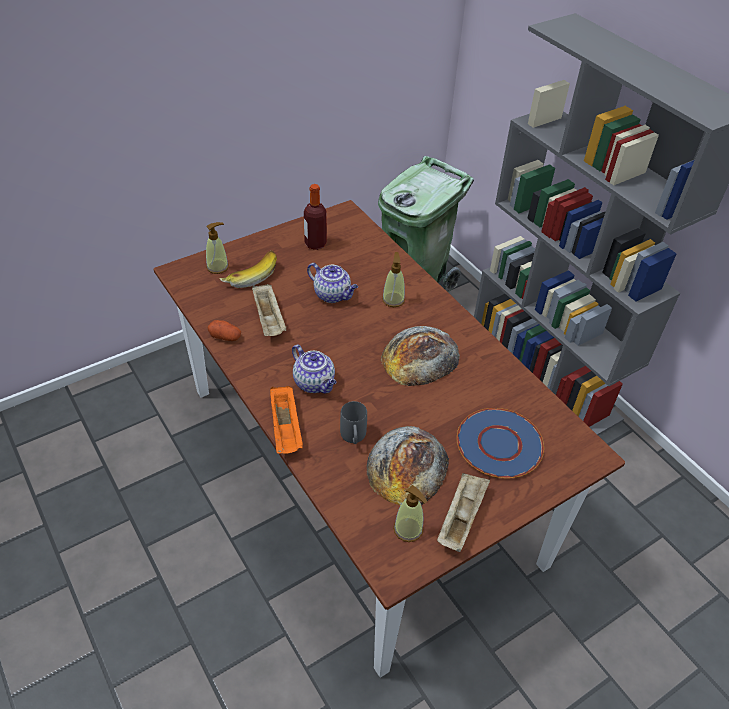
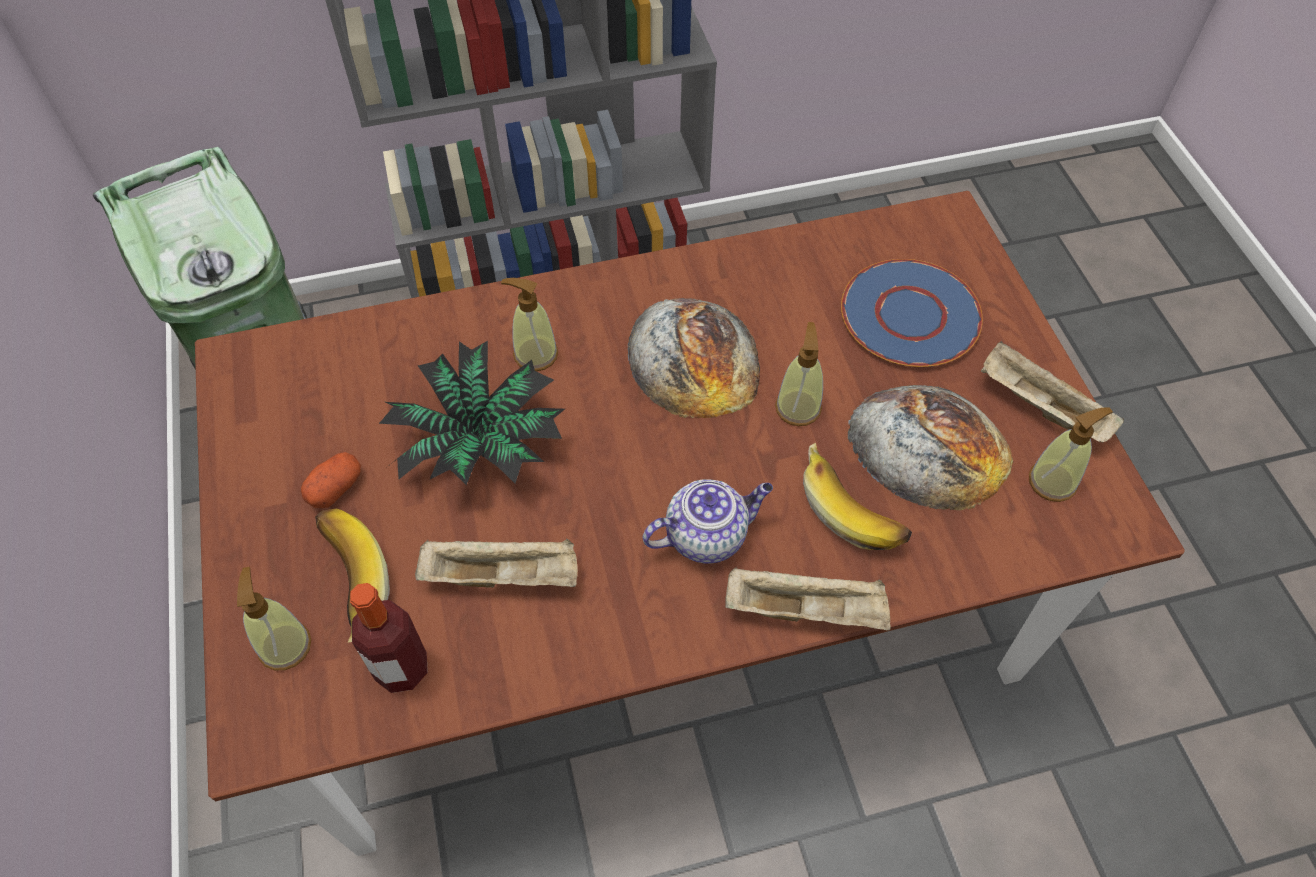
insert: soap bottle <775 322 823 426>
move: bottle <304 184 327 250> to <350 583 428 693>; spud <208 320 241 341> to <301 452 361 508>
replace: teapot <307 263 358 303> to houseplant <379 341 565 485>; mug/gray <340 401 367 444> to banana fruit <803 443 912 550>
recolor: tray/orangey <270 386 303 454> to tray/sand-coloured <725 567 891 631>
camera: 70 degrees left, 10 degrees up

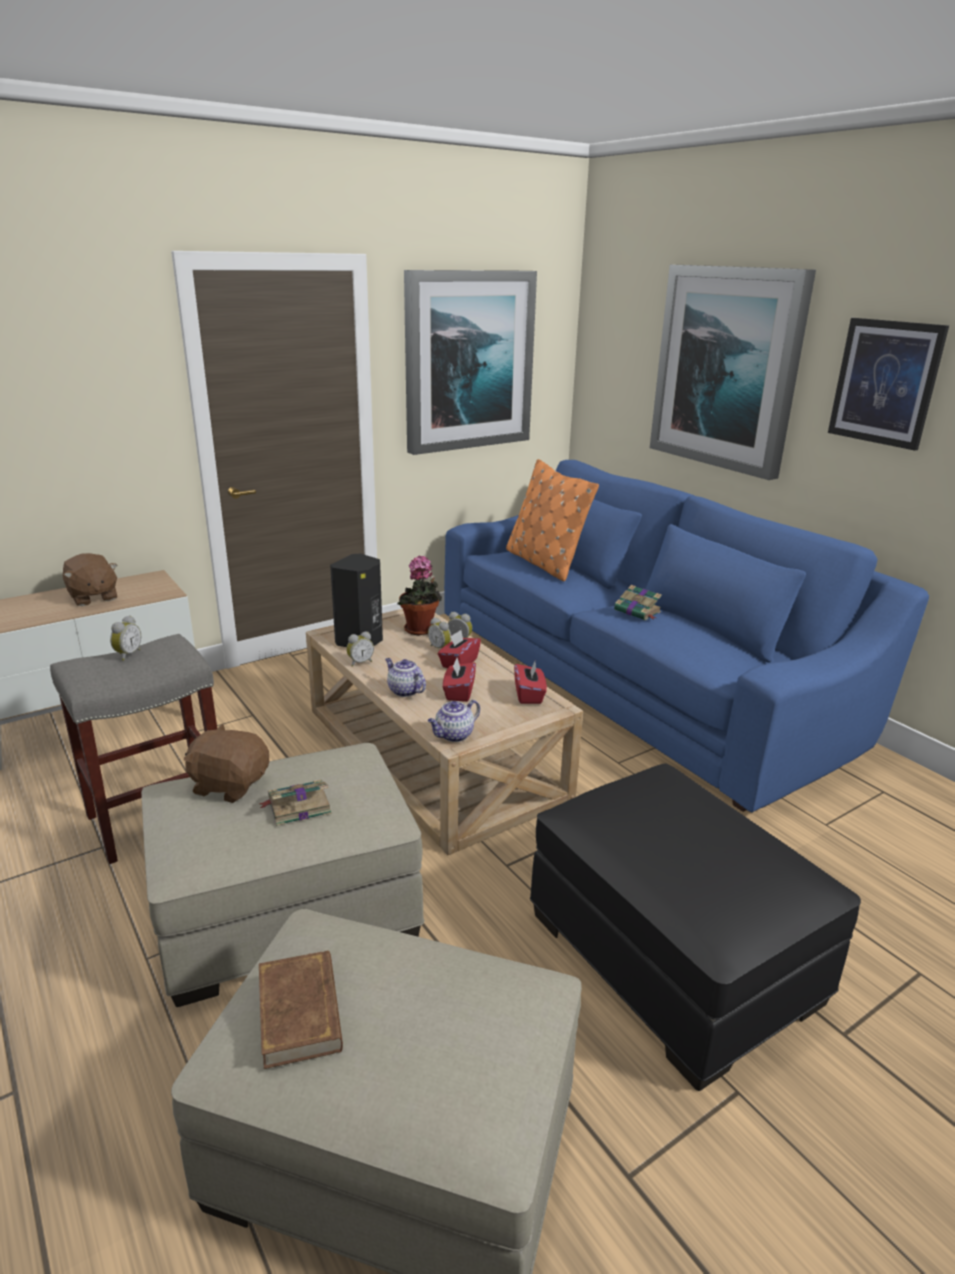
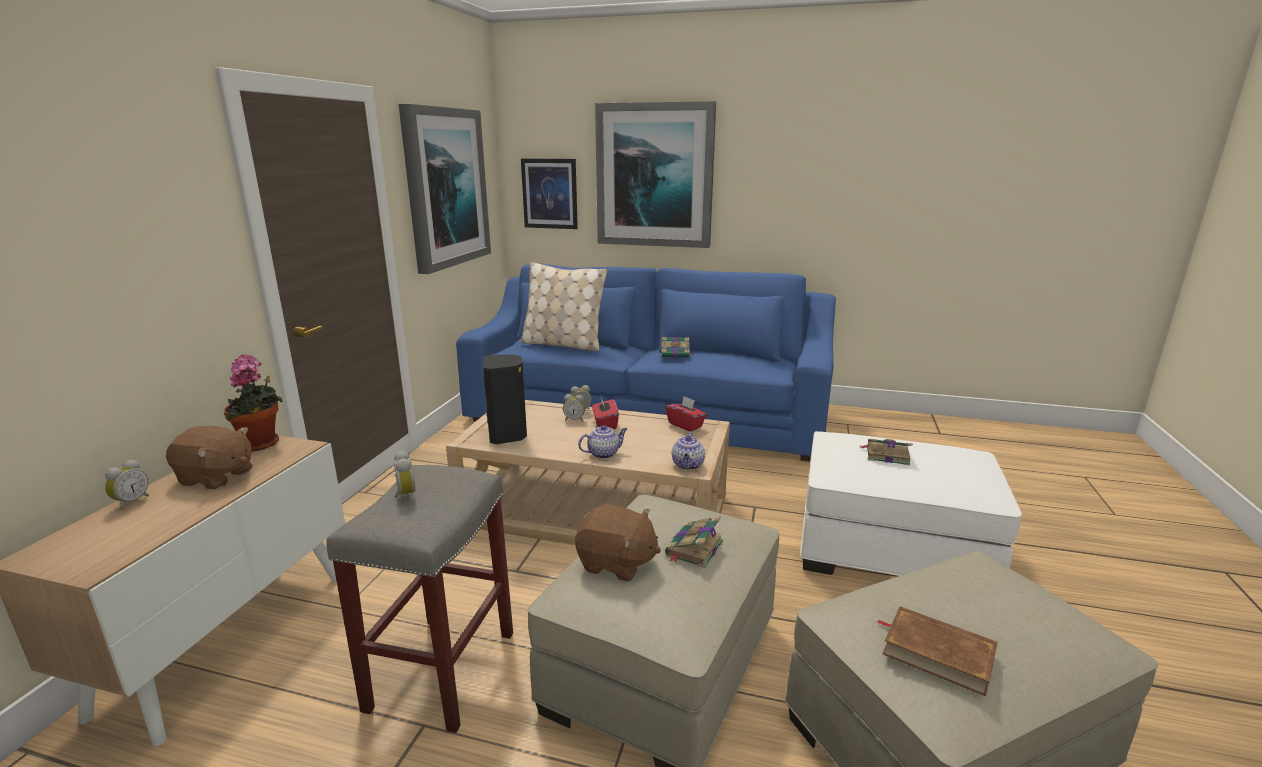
delete: tissue box/red <443 658 476 702>
insert: book <860 439 913 465>
move: wall art <828 318 949 451> to <521 158 578 229>; houseplant <397 555 442 636> to <224 354 282 451>; bedside clock <346 632 374 667> to <105 459 149 510>
recolor: pillow/orangey <506 459 599 581> to pillow/sand-coloured <520 262 607 351>; pouffe/black-coloured <530 763 861 1091> to pouffe/white <800 431 1022 576>
rotate: teapot <385 658 426 697> = <578 425 627 459> 150 degrees clockwise; soft toy/brown <184 723 269 803> = <575 504 661 582> 135 degrees counterclockwise
camera: 40 degrees left, 5 degrees down

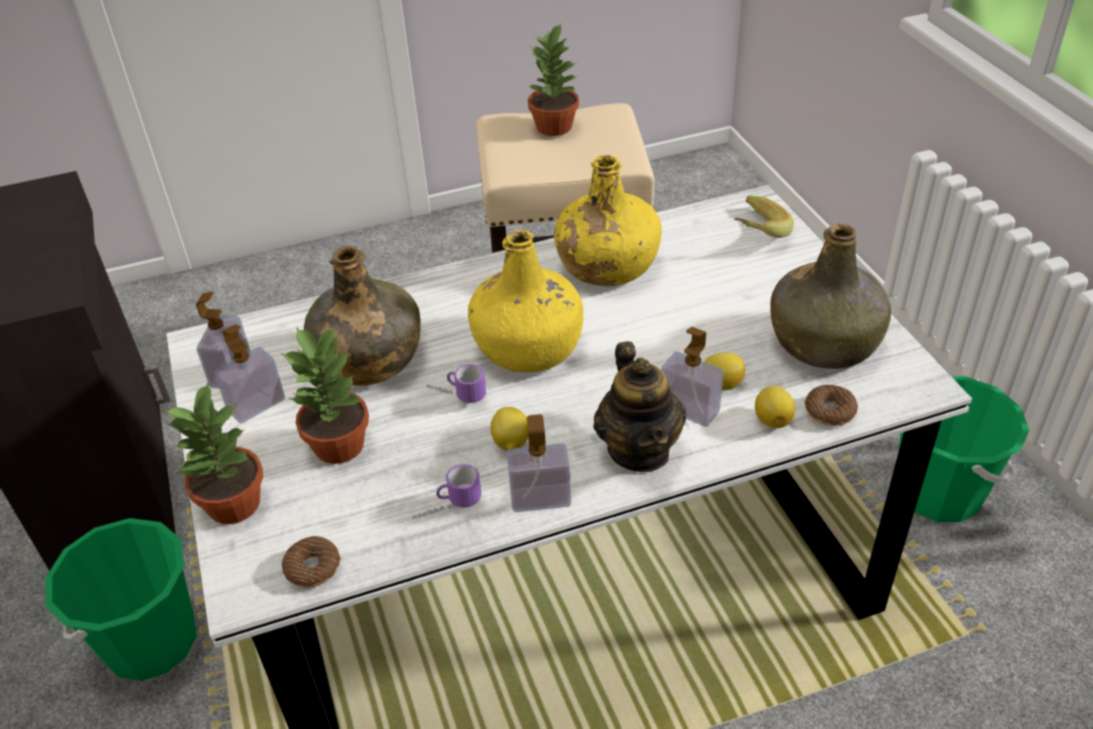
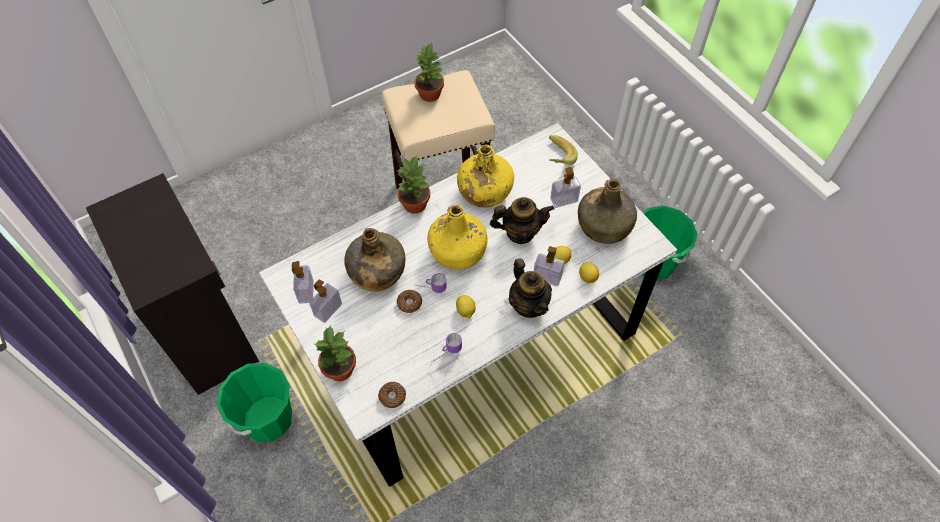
insert: teapot <490 197 554 244>
move: houseplant <280 327 369 464> to <397 156 431 214>; doughnut <805 385 858 426> to <397 290 422 313>; soap bottle <507 414 571 512> to <550 167 581 208>
camera: 15 degrees left, 15 degrees up

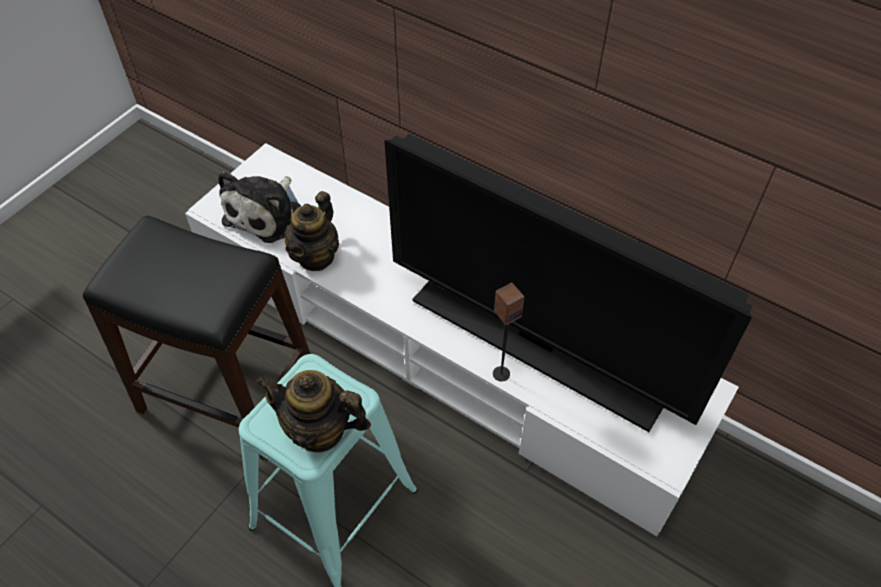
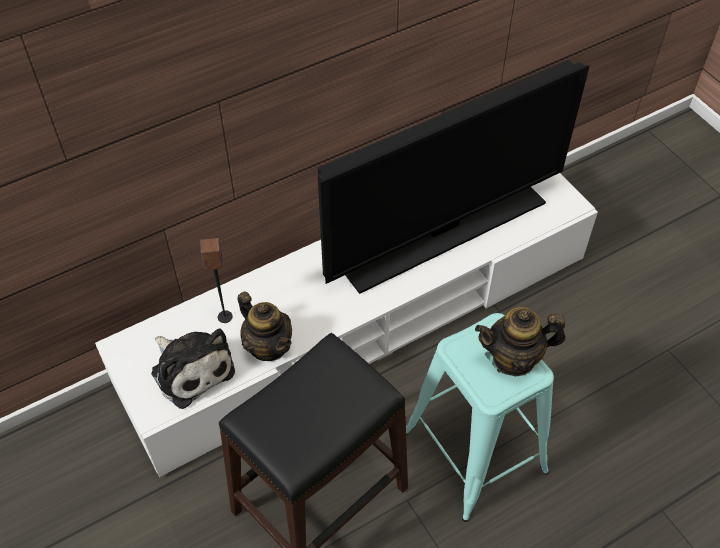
move: speaker <493 282 525 381> to <200 238 233 323>
rotate: teapot <256 370 371 453> = <475 307 566 376> 45 degrees clockwise
camera: 65 degrees left, 0 degrees up

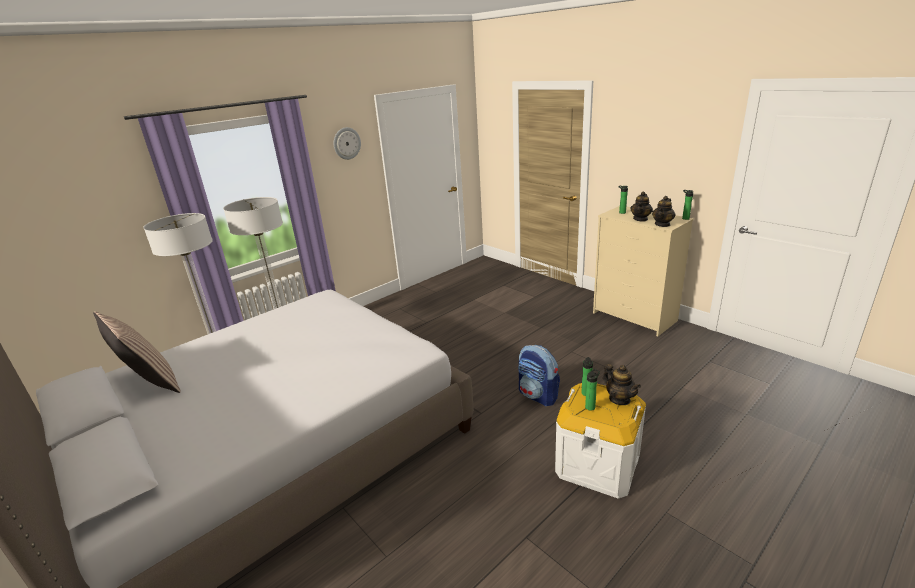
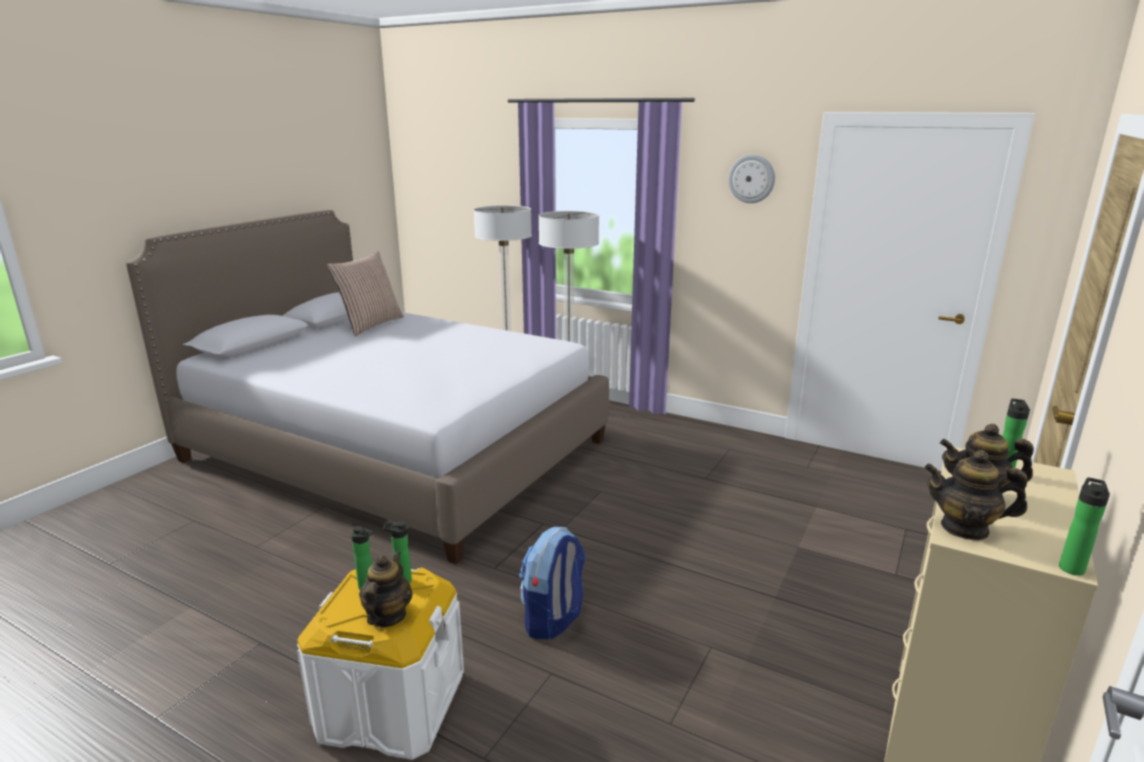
rotate: teapot <603 364 641 405> = <359 551 413 627> 150 degrees clockwise
camera: 70 degrees right, 5 degrees down

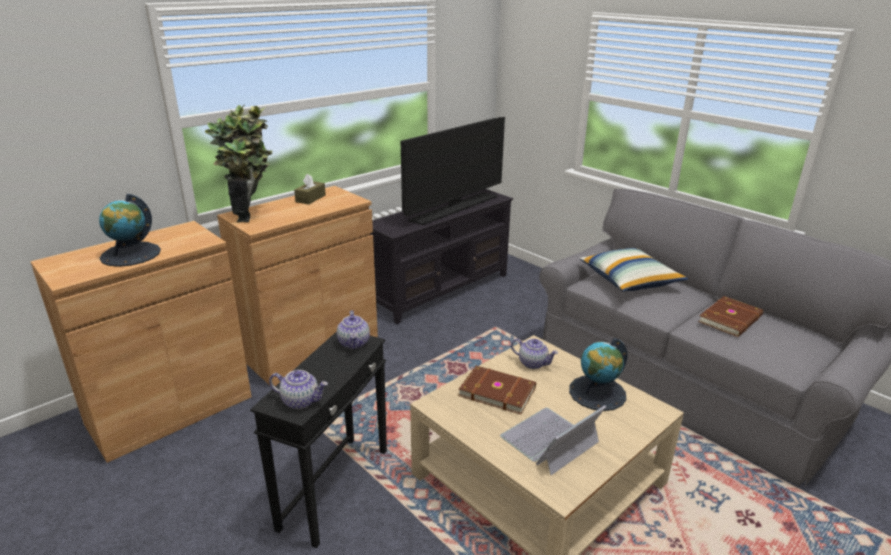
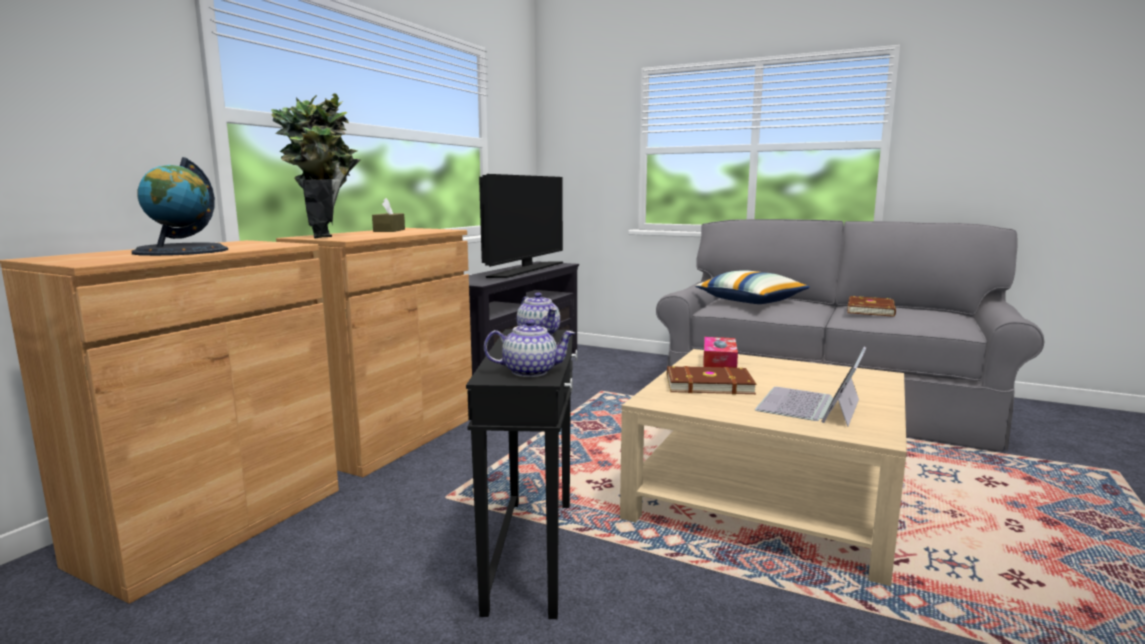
delete: desk globe <569 338 628 411>
replace: teapot <511 338 558 369> to tissue box <703 337 738 368>
camera: 20 degrees left, 15 degrees down

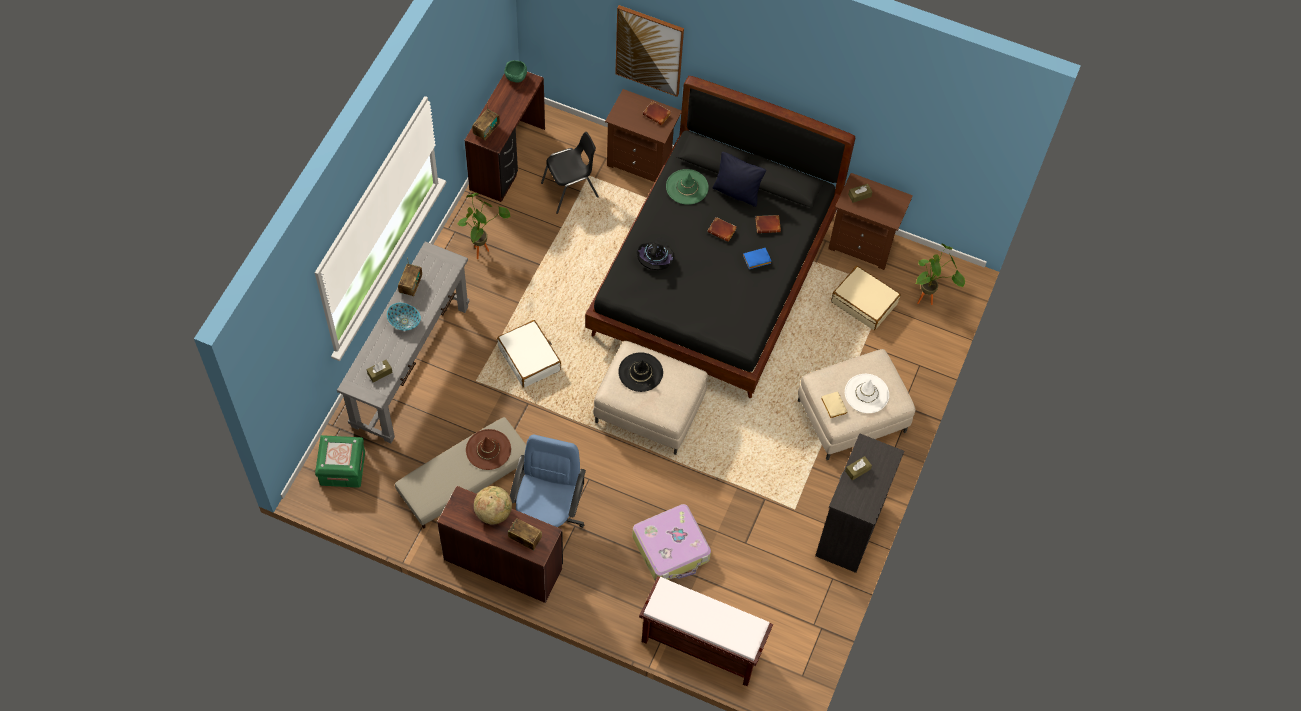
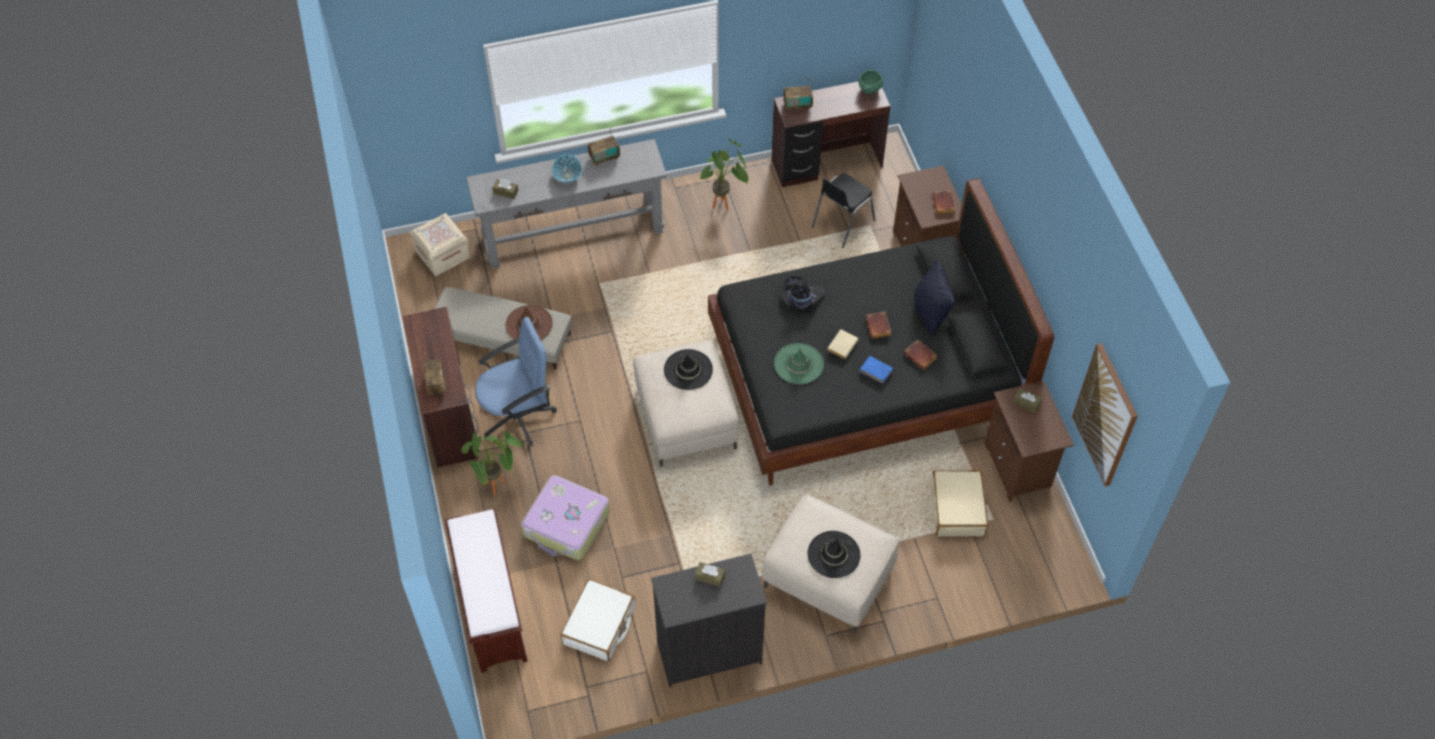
delete: desk globe <474 486 512 524>
move: wall art <615 5 684 97> to <1072 343 1138 486>; hat/green-coloured <666 169 709 205> to <774 343 824 384>; houseplant <916 243 965 305> to <461 431 523 495>; travel case/white <497 320 561 388> to <561 579 636 661>; book/sand-coloured <821 392 848 419> to <828 329 858 359>
recolor: hat/white <845 374 889 413> to hat/black-coloured <808 531 860 578>; storage container/green-coloured <315 435 365 488> to storage container/sand-coloured <410 213 470 276>
rotate: chair/black-coloured <541 132 599 214> = <812 173 875 248> 105 degrees clockwise
camera: 55 degrees right, 5 degrees down

